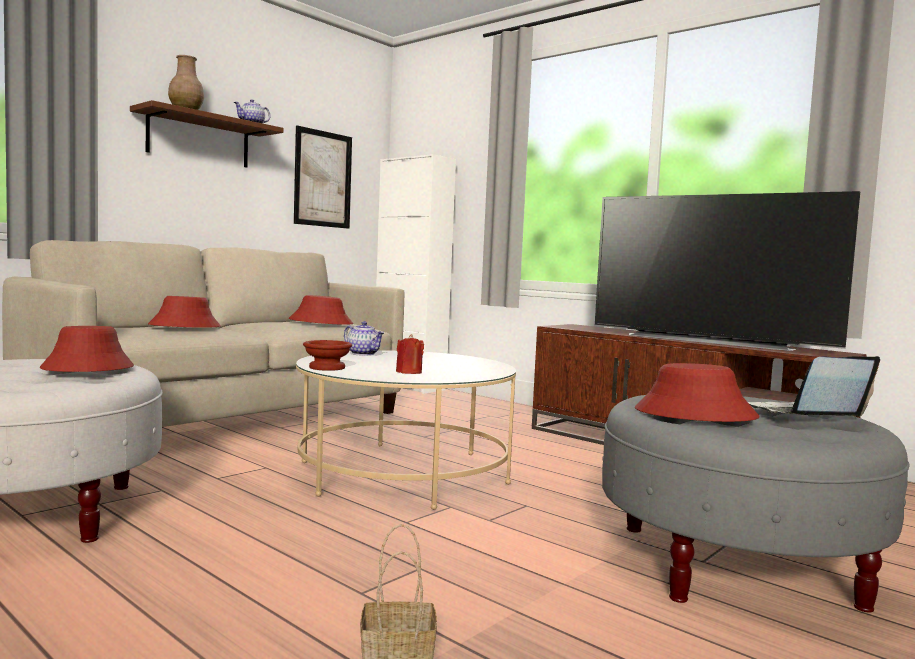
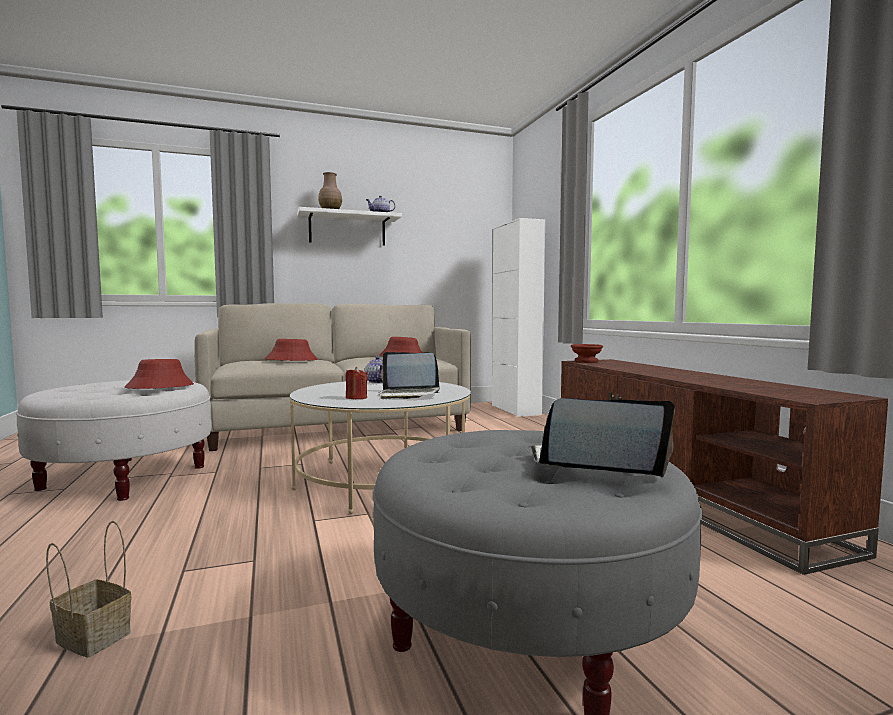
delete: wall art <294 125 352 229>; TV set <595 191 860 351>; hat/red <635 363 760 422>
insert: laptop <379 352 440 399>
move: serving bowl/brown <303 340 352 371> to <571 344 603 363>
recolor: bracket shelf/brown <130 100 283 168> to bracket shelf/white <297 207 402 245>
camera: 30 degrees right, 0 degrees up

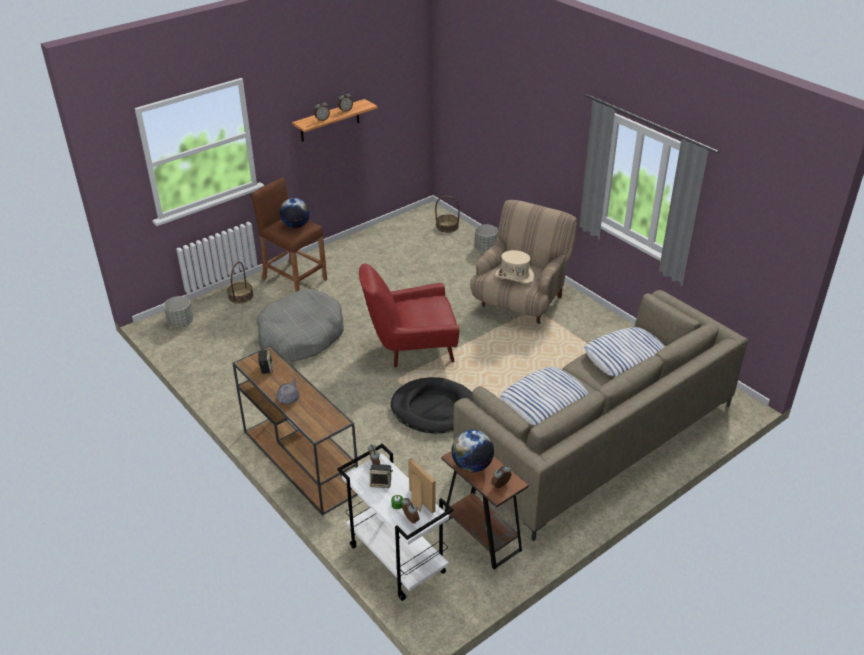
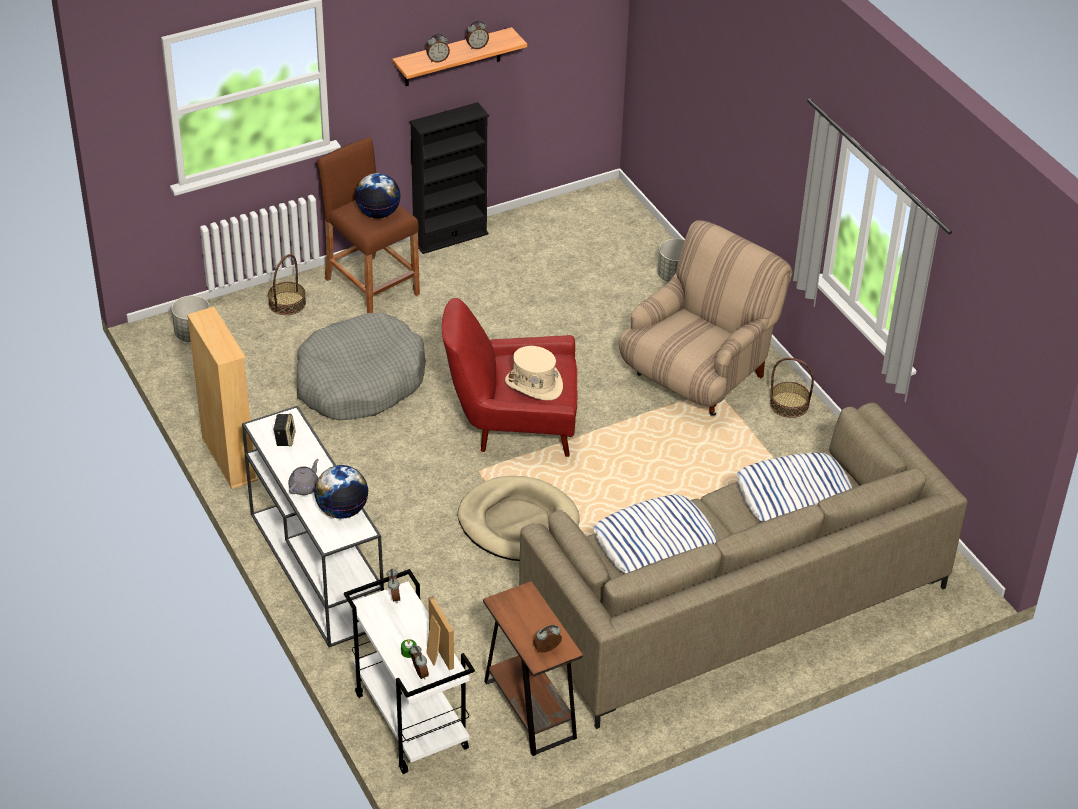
delete: speaker <370 464 393 488>
insert: bookshelf/black-coloured <409 102 489 254>; bookshelf/sand-coloured <187 307 258 489>
move: storage basket <435 196 460 233> to <770 358 814 418>; hat/sand-coloured <495 250 534 283> to <505 346 563 400>; desk globe <451 430 494 472> to <314 465 368 519>
recolor: narrow table/brown <233 346 358 515> to narrow table/white <242 406 384 647>; dog bed/black-coloured <390 377 473 434> to dog bed/sand-coloured <458 476 580 561>
camera: 10 degrees right, 5 degrees up

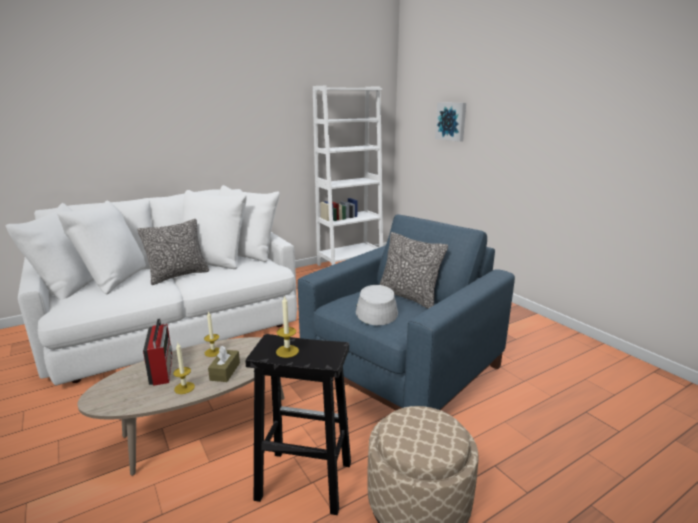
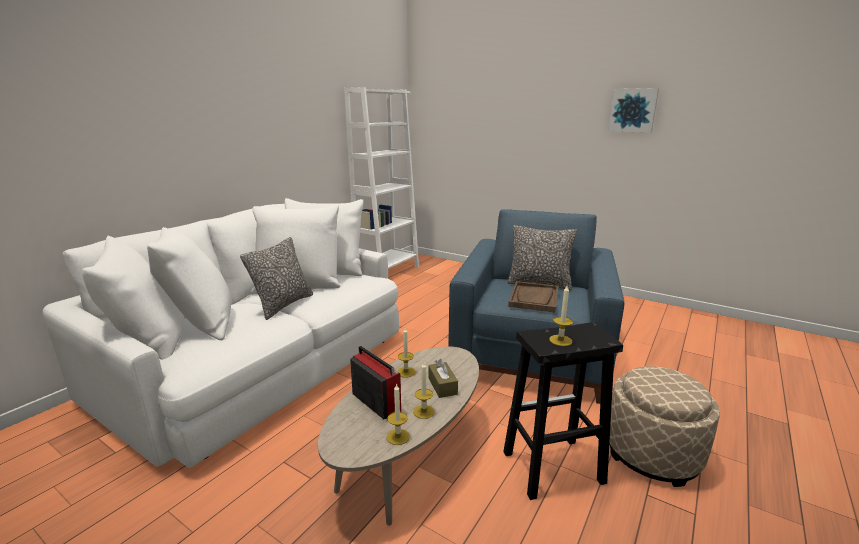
insert: wax candle <387 383 410 445>
move: wall art <435 102 466 142> to <608 88 659 133>
replace: hat/gray <356 285 398 325> to tray/brown <508 281 559 313>
camera: 25 degrees left, 0 degrees up

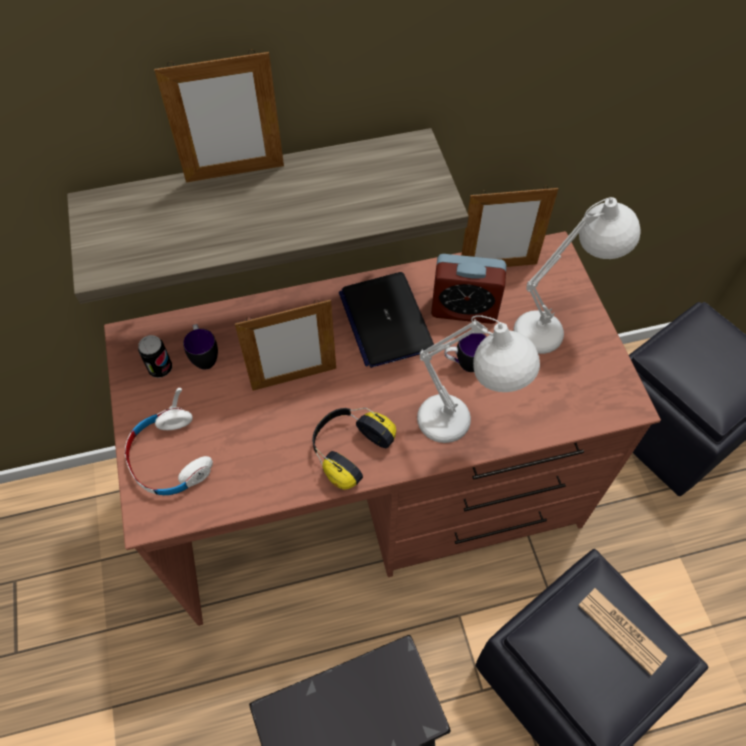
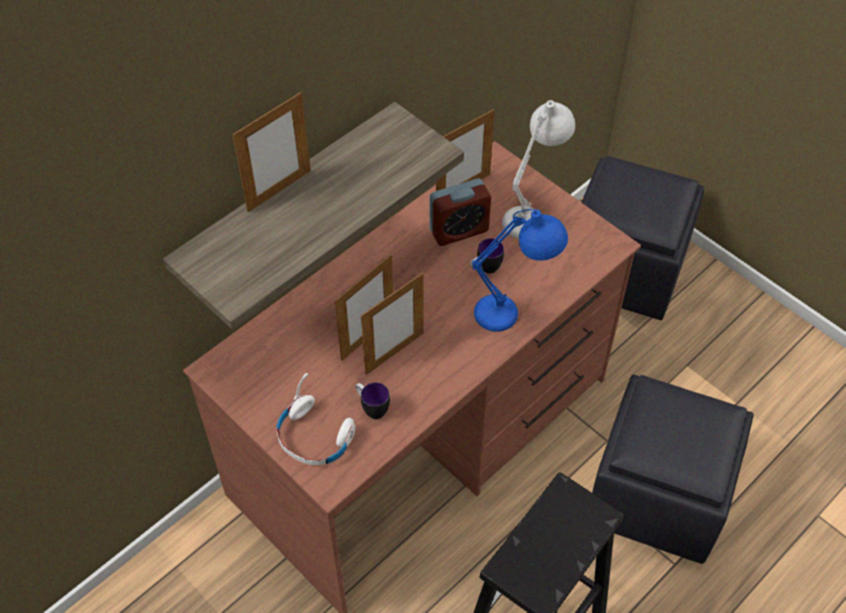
delete: laptop <339 272 434 368>; can <138 335 172 378>; headphones <312 408 396 489>; newspaper <578 588 667 675>
insert: standing frame <361 272 423 375>
move: mug <183 324 218 370> to <355 382 390 419>
recolor: tabletop lamp/white <417 315 540 443> to tabletop lamp/blue-coloured <472 209 568 332>
camera: 30 degrees left, 5 degrees down

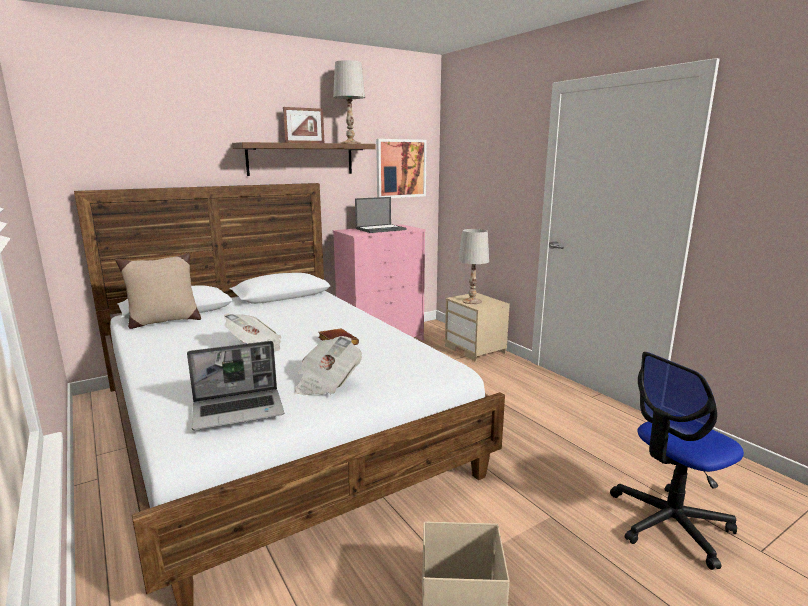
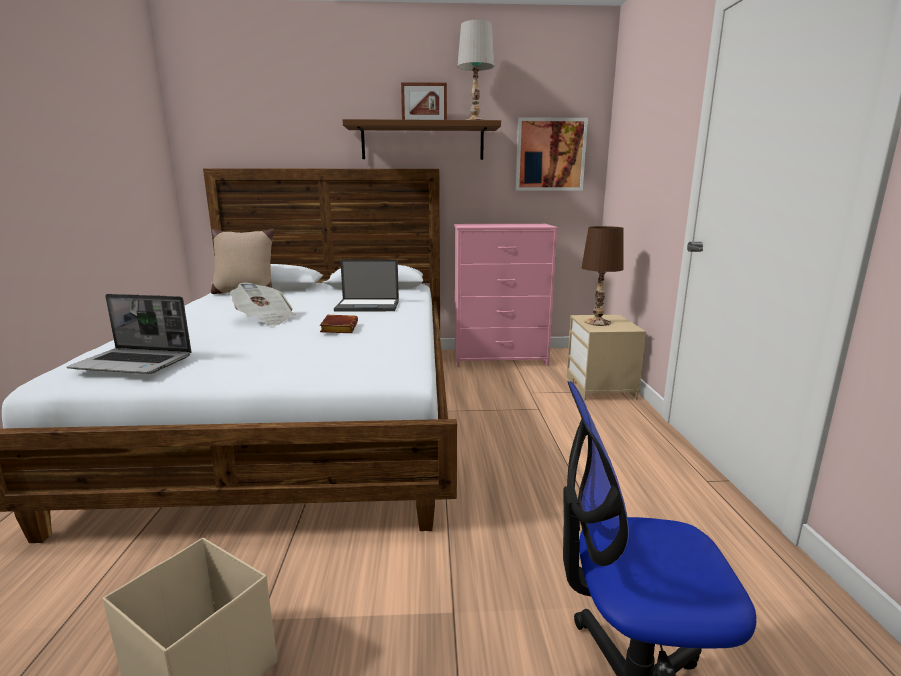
delete: newspaper <295 336 362 395>
move: laptop <355 197 406 233> to <334 260 399 312>
recolor: tabletop lamp/white <458 229 489 304> to tabletop lamp/brown <582 226 624 326>
camera: 30 degrees right, 0 degrees up

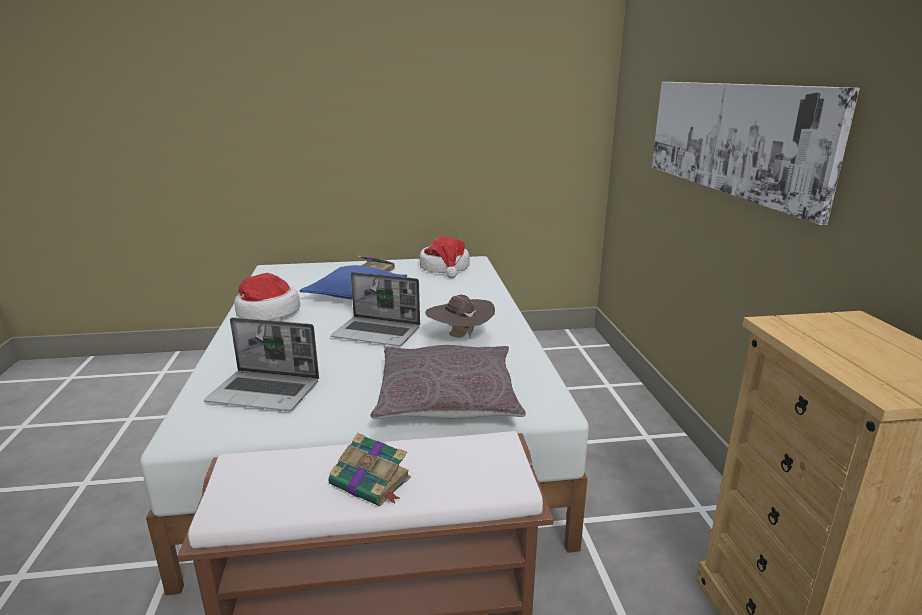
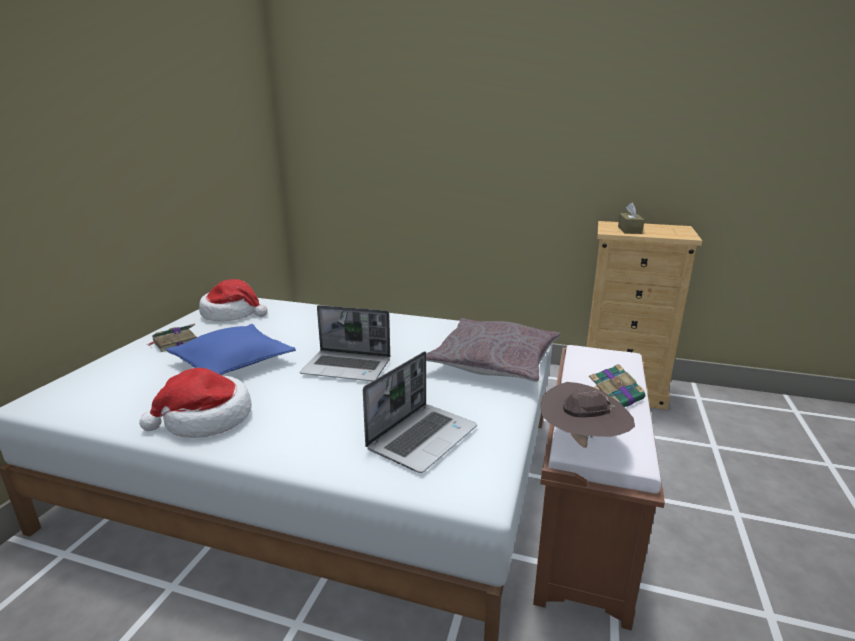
delete: wall art <652 82 860 225>
insert: tissue box/brown <618 202 644 234>
move: hat/brown <425 294 495 339> to <540 382 635 448>
rotate: laptop <331 272 420 346> = <300 305 390 381> 60 degrees clockwise
camera: 65 degrees left, 0 degrees up

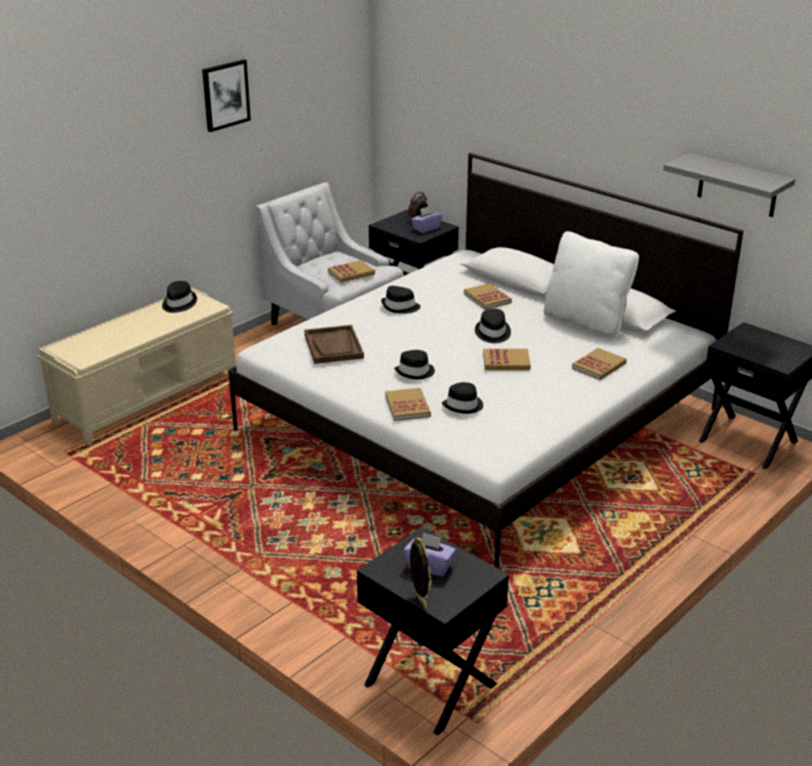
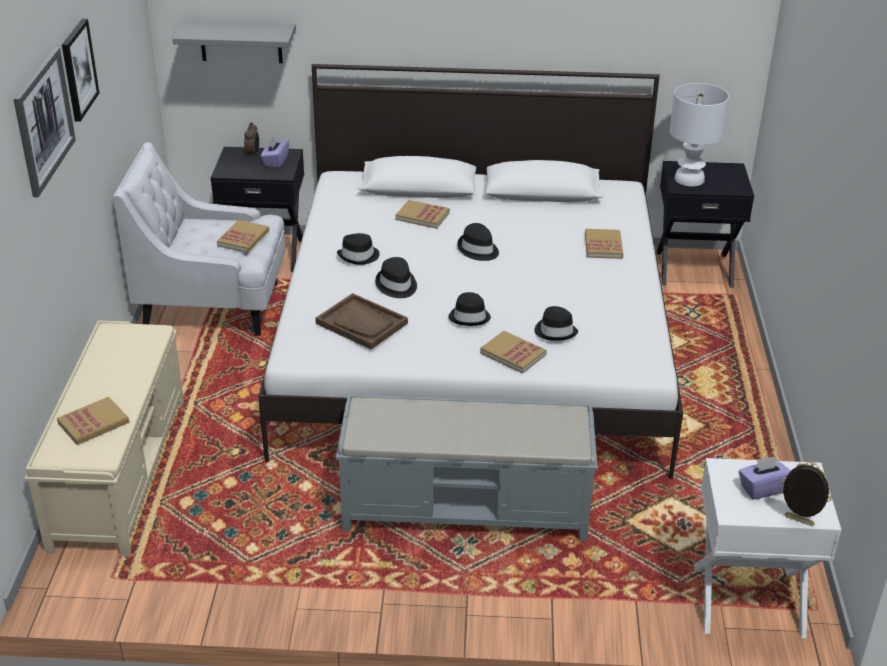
delete: pillow/white <544 231 639 338>
insert: wall art <13 47 76 197>; tabletop lamp/white <670 83 729 186>; bench/gray <336 395 598 541>
move: bracket shelf/gray <663 153 795 217> to <173 20 296 63>; hat/black-coloured <162 281 197 313> to <375 257 417 298>; book <483 349 531 370> to <57 397 129 445>
recolor: bedside table/black-coloured <357 527 509 736> to bedside table/white <694 458 841 638>
camera: 40 degrees left, 5 degrees up

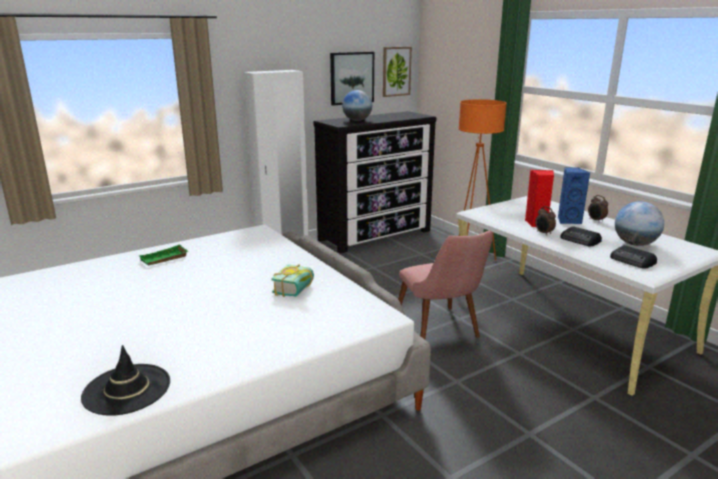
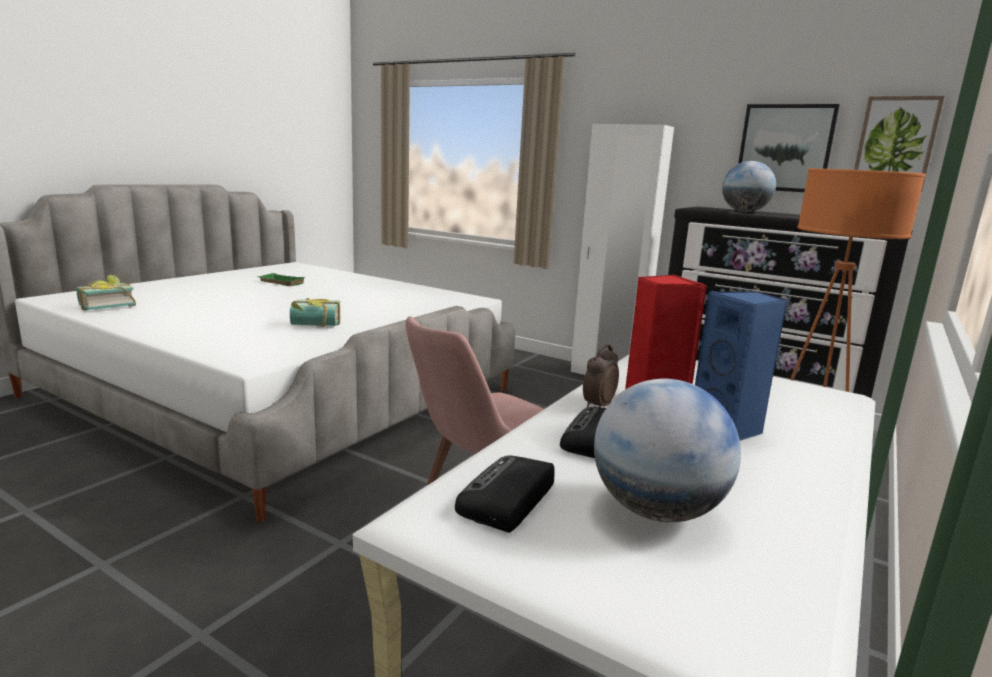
delete: bedside clock <588 195 608 223>
move: tray/green-coloured <139 244 188 265> to <258 273 305 286>
replace: hat/black-coloured <81 345 170 416> to book <76 275 136 310>
camera: 65 degrees right, 5 degrees down

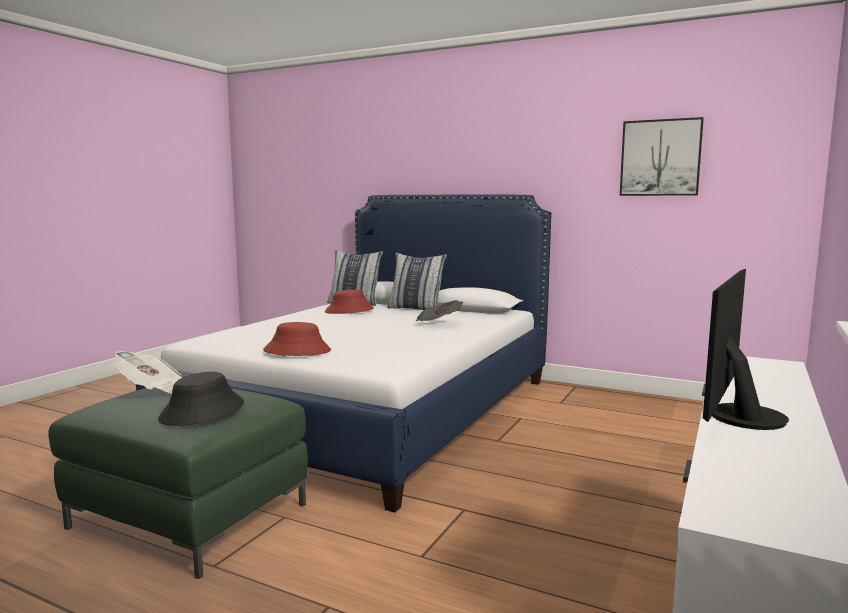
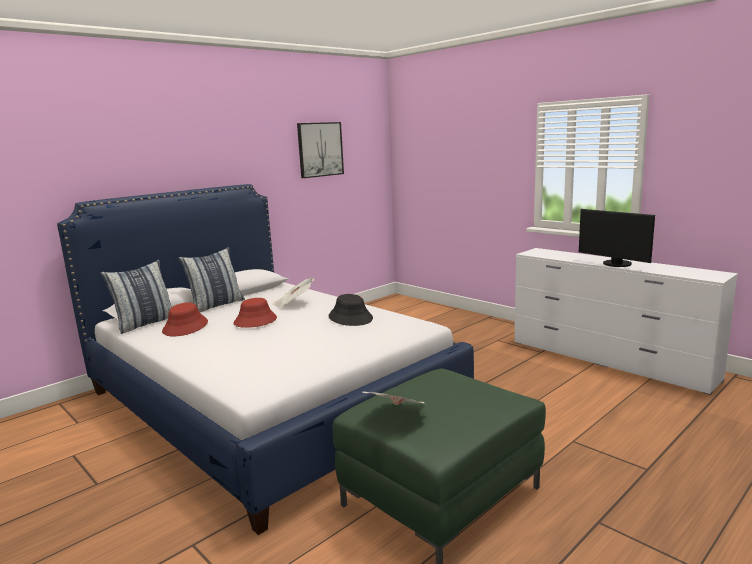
move: hat/red <263 322 331 356> to <234 298 277 328>; hat/black-coloured <158 372 244 426> to <329 294 373 326>
camera: 70 degrees left, 5 degrees up

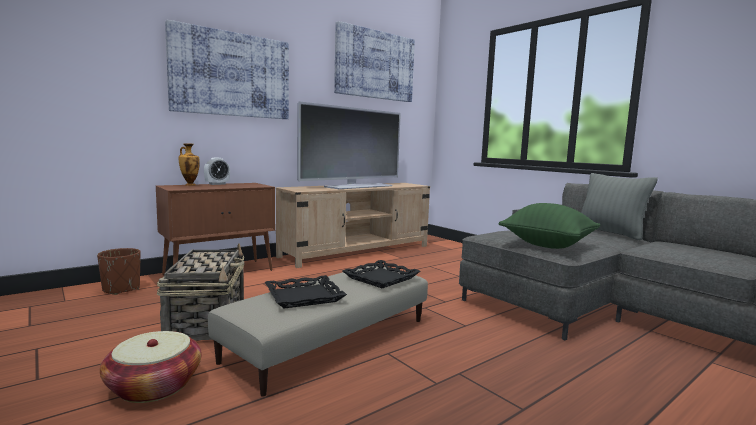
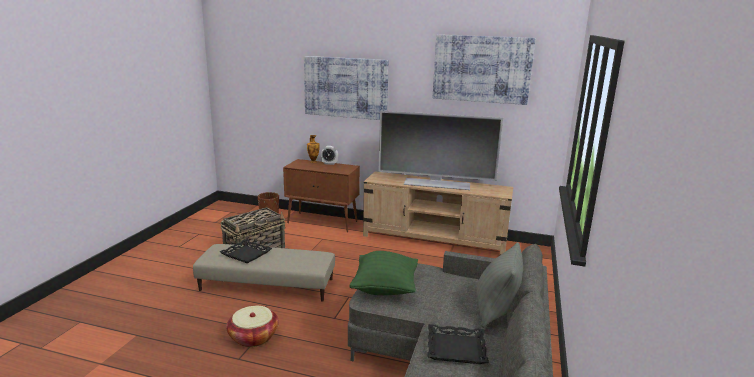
move: tray/black-coloured <343 260 420 289> to <427 324 489 364>; storage basket <100 331 202 403> to <226 306 279 347>
camera: 55 degrees right, 10 degrees up

